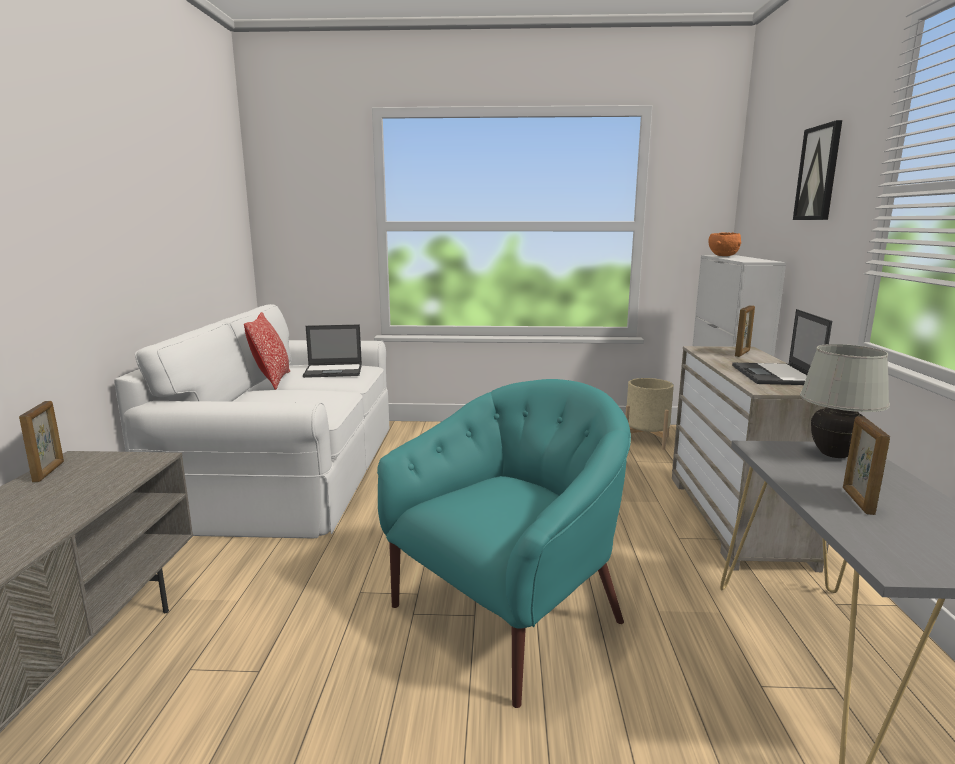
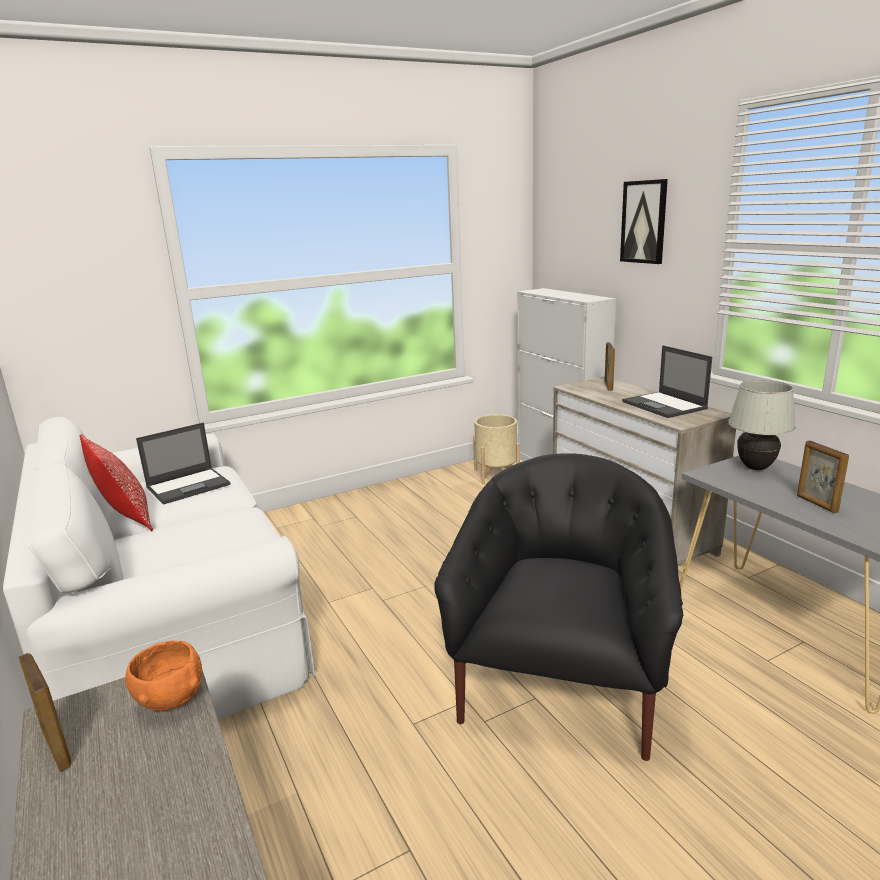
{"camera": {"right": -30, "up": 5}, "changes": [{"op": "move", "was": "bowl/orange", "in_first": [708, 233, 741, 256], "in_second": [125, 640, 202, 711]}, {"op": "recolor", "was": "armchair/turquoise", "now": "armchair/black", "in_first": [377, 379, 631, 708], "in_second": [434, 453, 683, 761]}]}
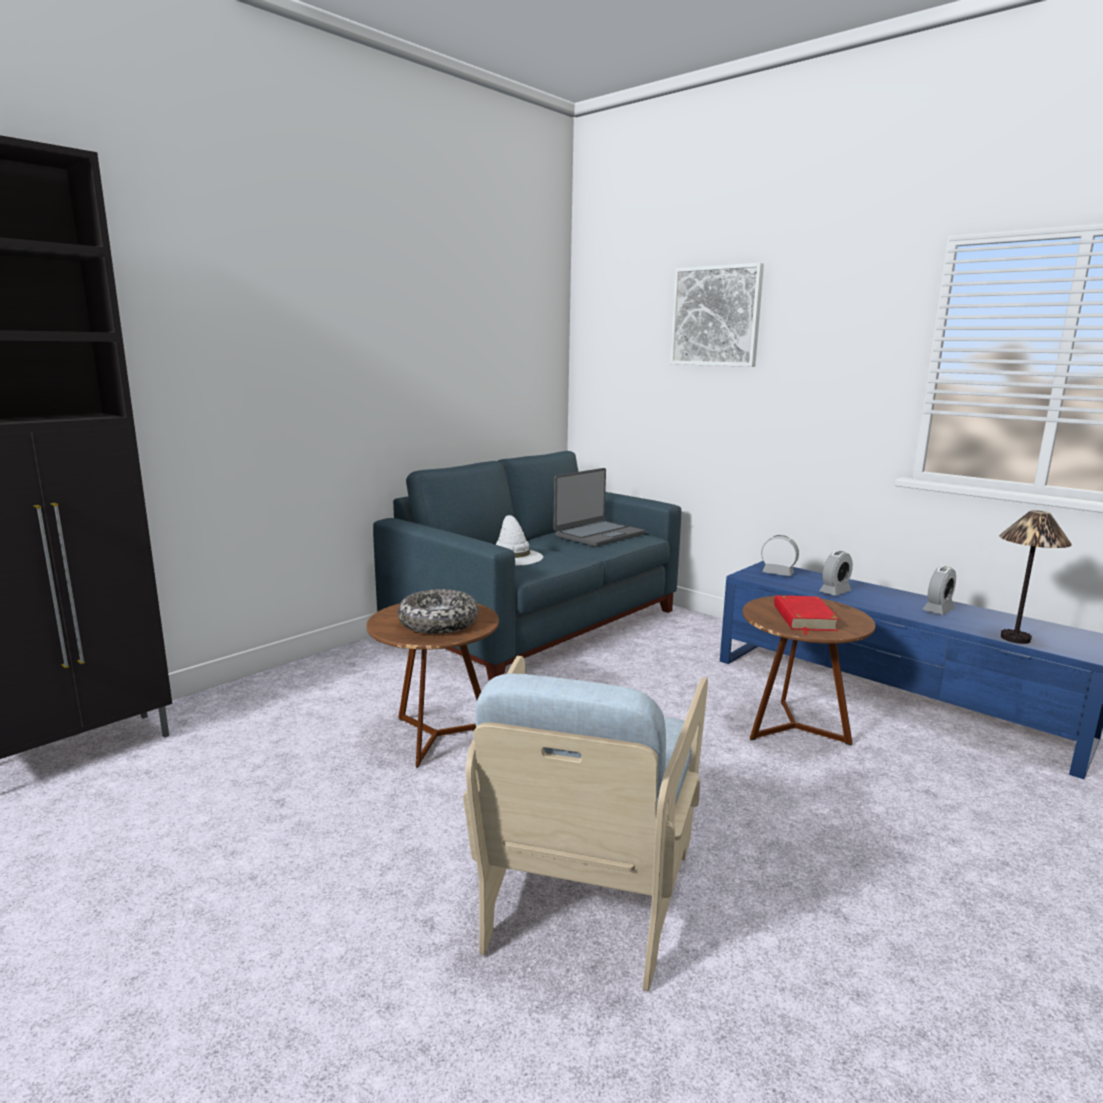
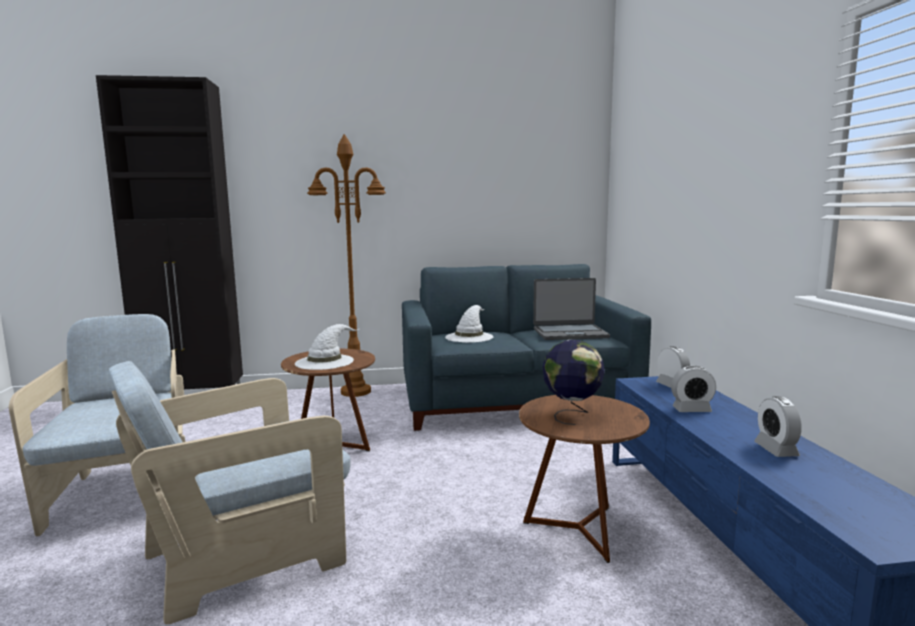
{"camera": {"right": 40, "up": -5}, "changes": [{"op": "delete", "was": "wall picture", "in_first": [670, 263, 764, 367]}, {"op": "delete", "was": "lamp for a table", "in_first": [999, 510, 1072, 644]}, {"op": "insert", "now": "armchair/beige", "in_second": [9, 314, 186, 536]}, {"op": "insert", "now": "standard lamp/brown-coloured", "in_second": [307, 134, 386, 397]}, {"op": "replace", "was": "bowl", "now": "hat/white-coloured", "in_first": [398, 589, 478, 634], "in_second": [295, 324, 359, 370]}, {"op": "replace", "was": "bound book/reddish", "now": "desk globe", "in_first": [774, 595, 839, 635], "in_second": [543, 340, 605, 425]}, {"op": "rotate", "was": "bedside clock", "in_first": [922, 566, 956, 615], "in_second": [754, 396, 802, 457], "clockwise": 90}]}
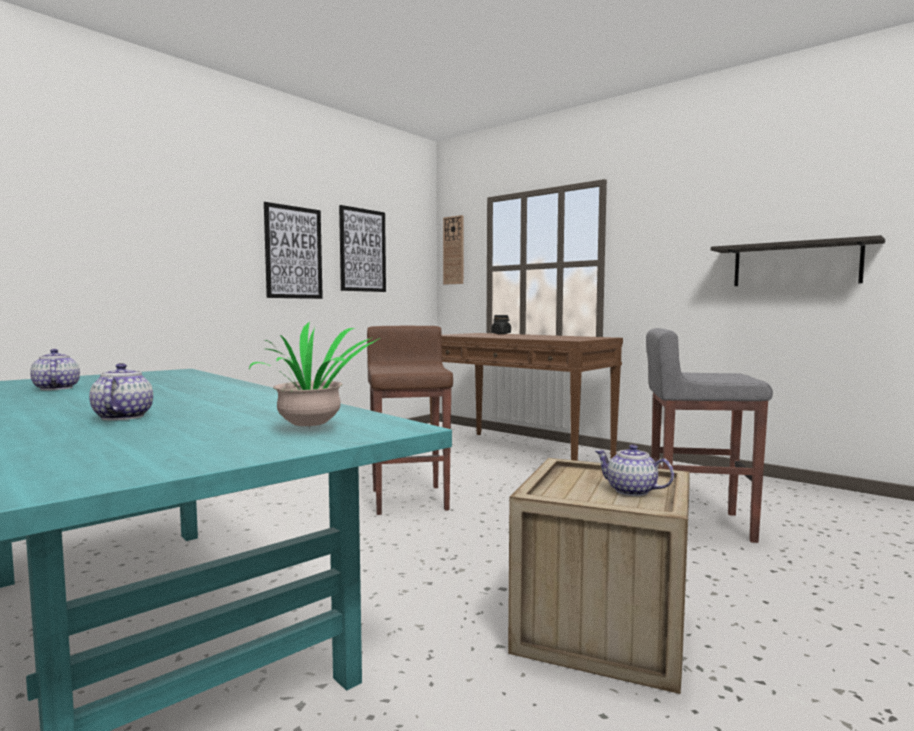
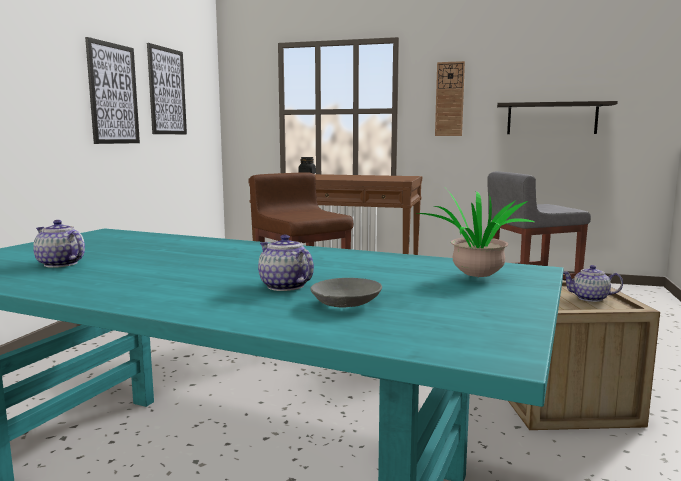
{"camera": {"right": -25, "up": 5}, "changes": [{"op": "insert", "now": "bowl/grey", "in_second": [310, 278, 382, 308]}, {"op": "move", "was": "clock on the wall", "in_first": [443, 215, 463, 285], "in_second": [435, 61, 465, 136]}]}
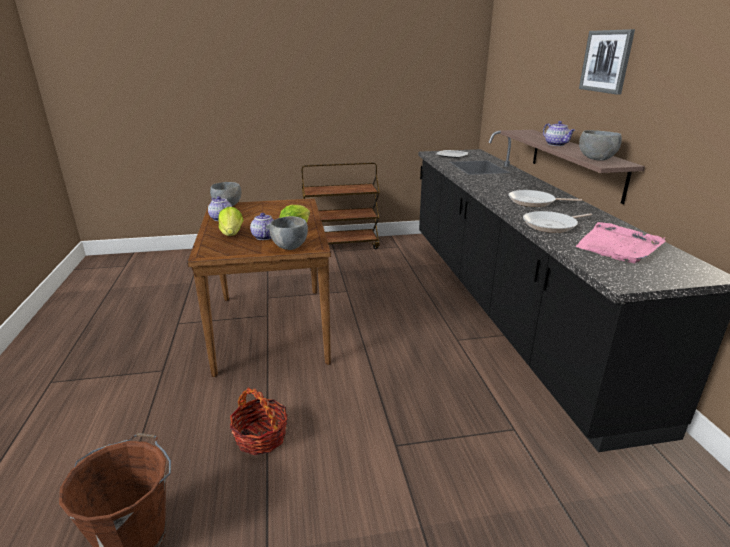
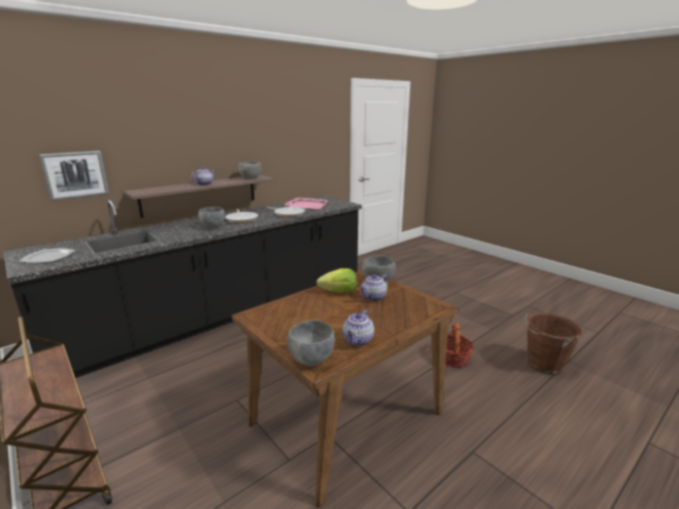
{"camera": {"right": -120, "up": -5}, "changes": [{"op": "delete", "was": "head of lettuce", "in_first": [218, 207, 243, 236]}, {"op": "insert", "now": "bowl/grey", "in_second": [198, 207, 225, 228]}, {"op": "move", "was": "wall picture", "in_first": [579, 29, 635, 95], "in_second": [39, 151, 109, 201]}]}
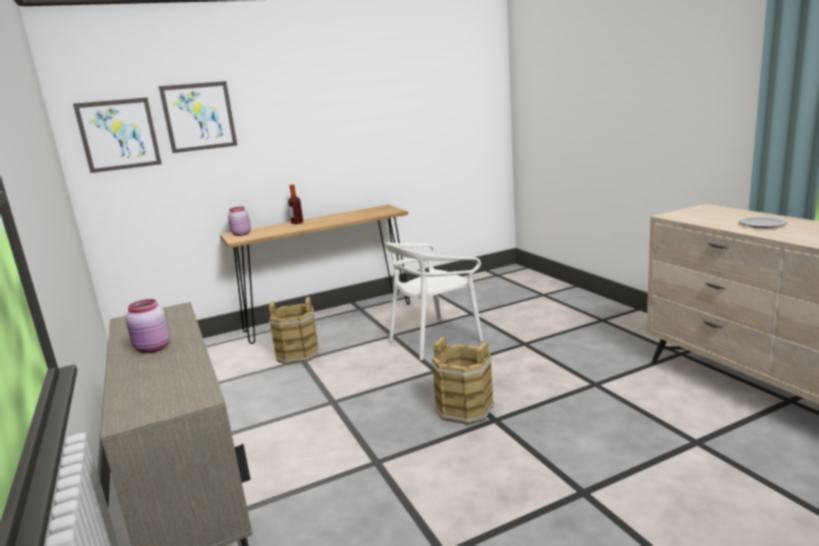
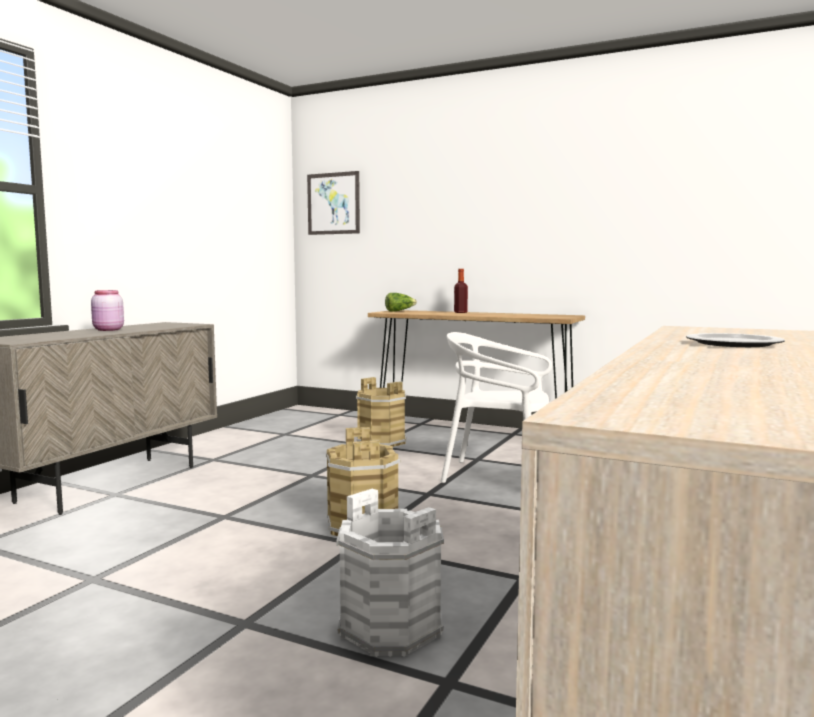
{"camera": {"right": 50, "up": -10}, "changes": [{"op": "delete", "was": "wall picture", "in_first": [159, 81, 237, 153]}, {"op": "insert", "now": "pail/white-coloured", "in_second": [336, 489, 444, 657]}, {"op": "replace", "was": "jar/pink", "now": "head of lettuce", "in_first": [228, 207, 251, 236], "in_second": [385, 293, 417, 312]}]}
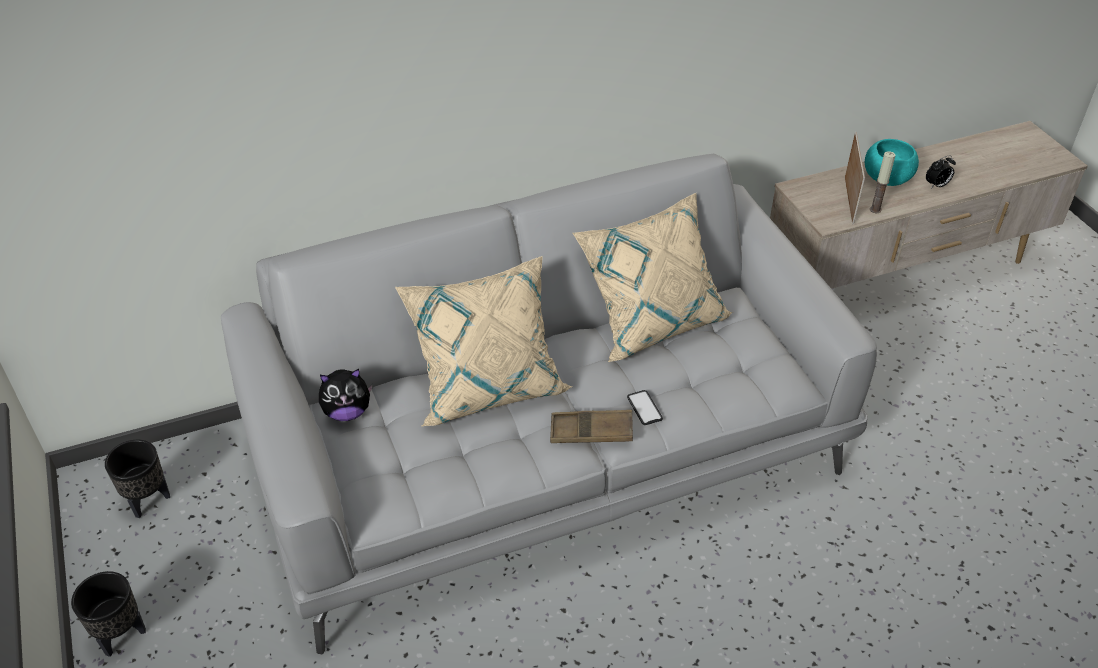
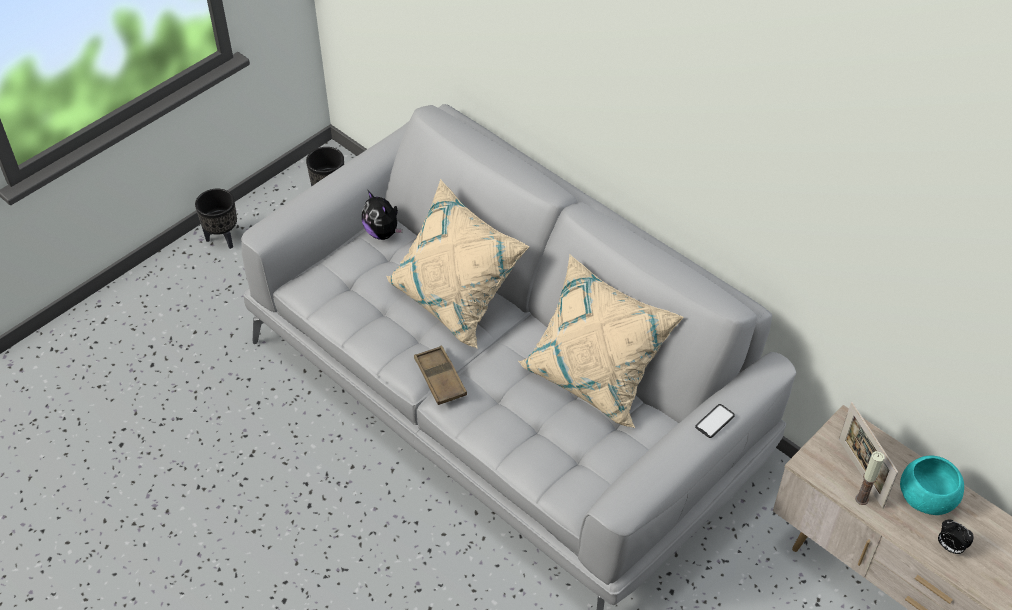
{"camera": {"right": 65, "up": 5}, "changes": [{"op": "move", "was": "phone", "in_first": [627, 390, 663, 425], "in_second": [695, 404, 735, 438]}, {"op": "rotate", "was": "photo frame", "in_first": [845, 132, 865, 224], "in_second": [839, 402, 898, 508], "clockwise": 90}]}
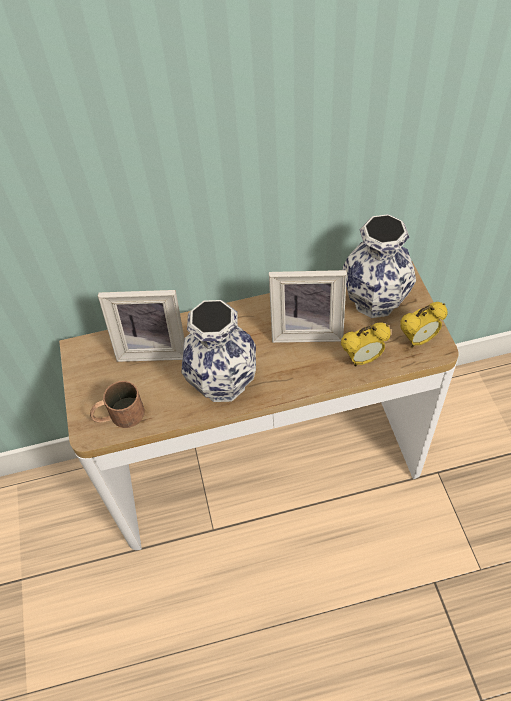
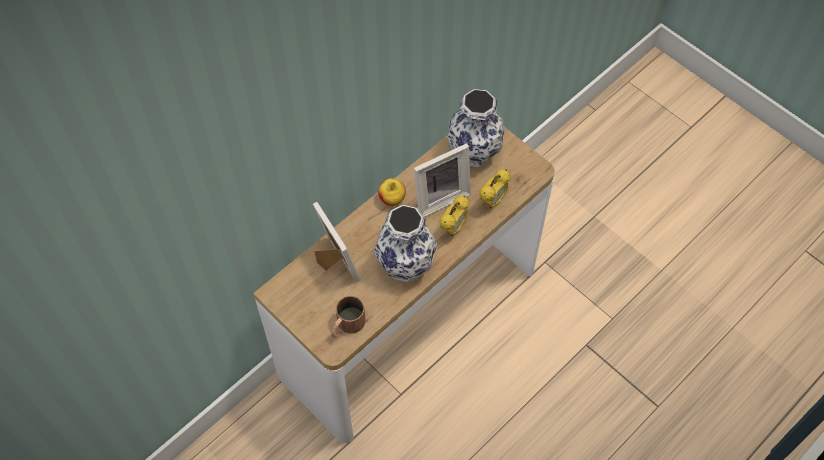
{"camera": {"right": -35, "up": 5}, "changes": [{"op": "insert", "now": "apple fruit", "in_second": [378, 178, 406, 206]}, {"op": "move", "was": "bedside clock", "in_first": [400, 302, 448, 347], "in_second": [439, 196, 470, 237]}, {"op": "rotate", "was": "photo frame", "in_first": [98, 290, 185, 362], "in_second": [313, 202, 361, 282], "clockwise": -90}]}
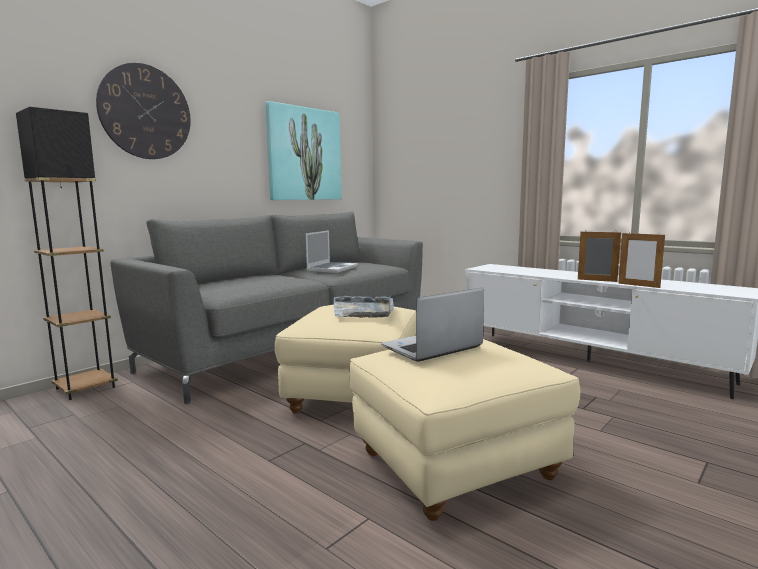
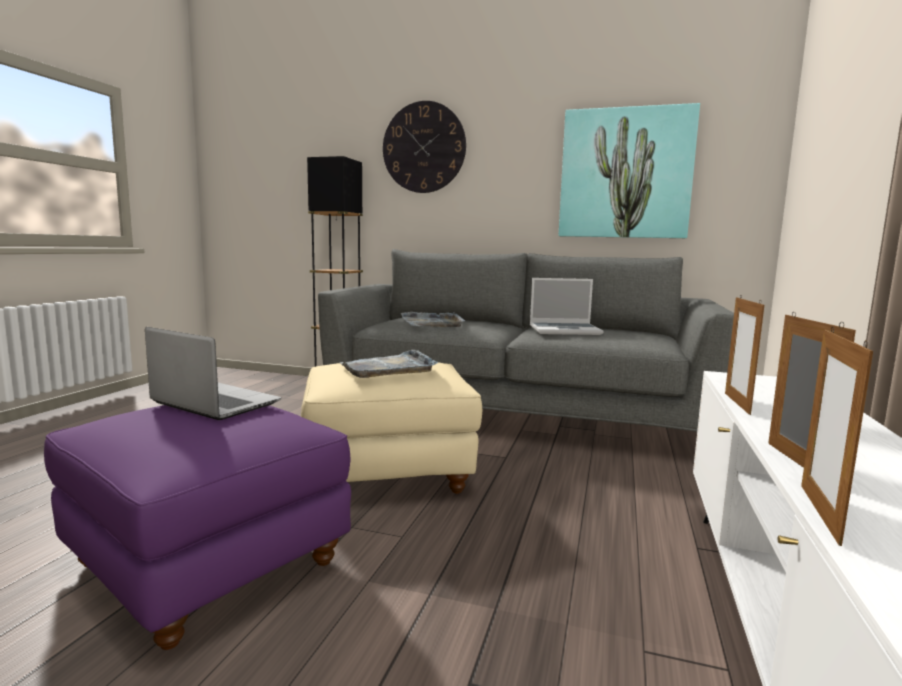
{"camera": {"right": 65, "up": 0}, "changes": [{"op": "insert", "now": "tray/grey", "in_second": [401, 312, 465, 327]}, {"op": "insert", "now": "photo frame", "in_second": [725, 296, 764, 415]}, {"op": "recolor", "was": "ottoman/beige", "now": "ottoman/purplish", "in_first": [349, 339, 580, 521], "in_second": [44, 405, 351, 650]}]}
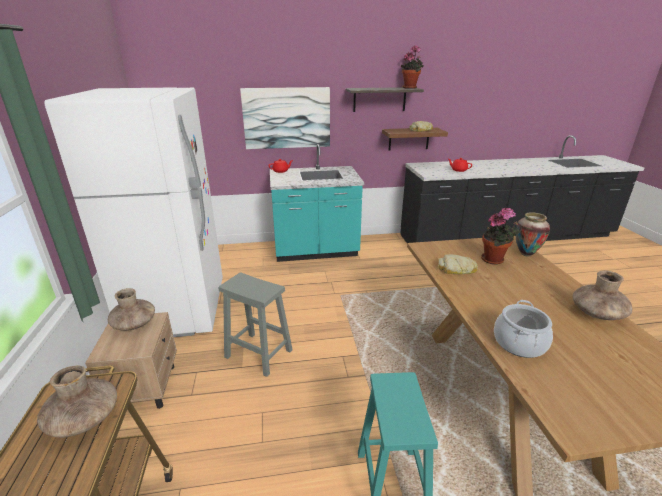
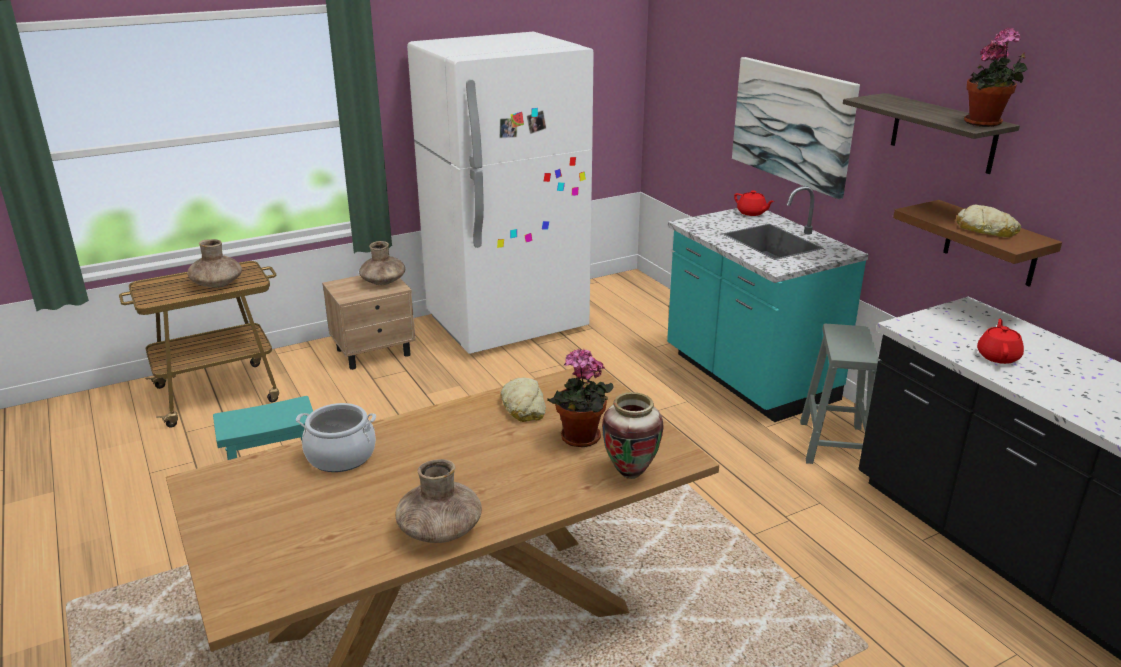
{"camera": {"right": 70, "up": 0}, "changes": [{"op": "move", "was": "sitting stool/grey", "in_first": [218, 273, 293, 377], "in_second": [800, 324, 880, 464]}]}
